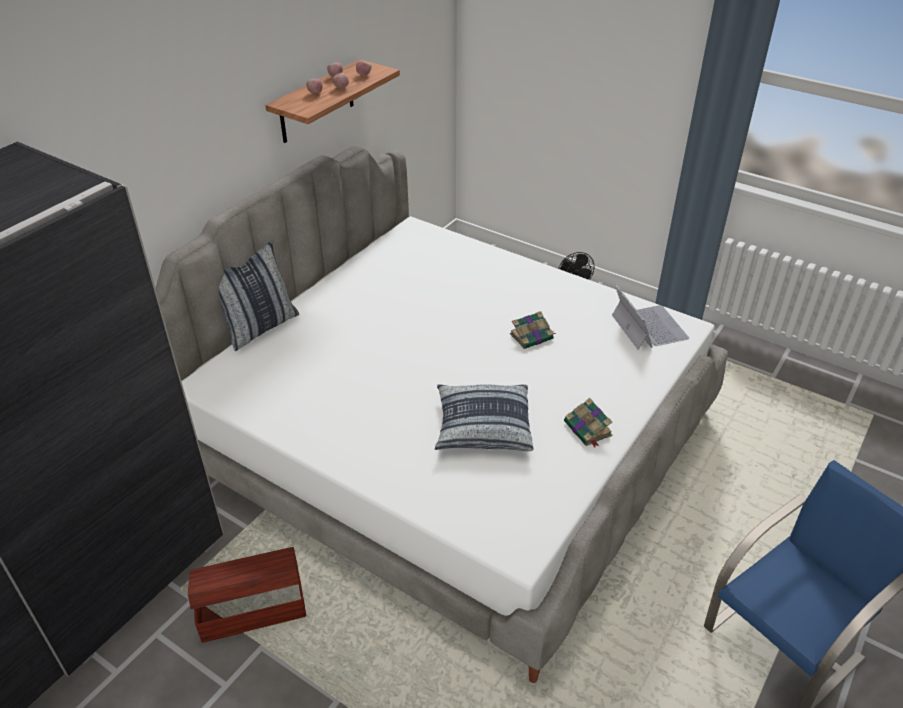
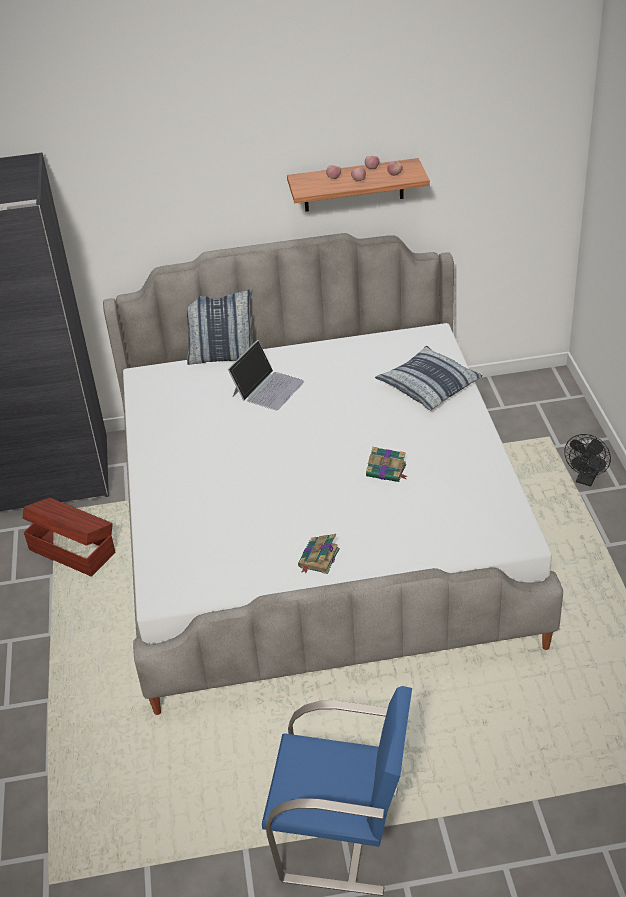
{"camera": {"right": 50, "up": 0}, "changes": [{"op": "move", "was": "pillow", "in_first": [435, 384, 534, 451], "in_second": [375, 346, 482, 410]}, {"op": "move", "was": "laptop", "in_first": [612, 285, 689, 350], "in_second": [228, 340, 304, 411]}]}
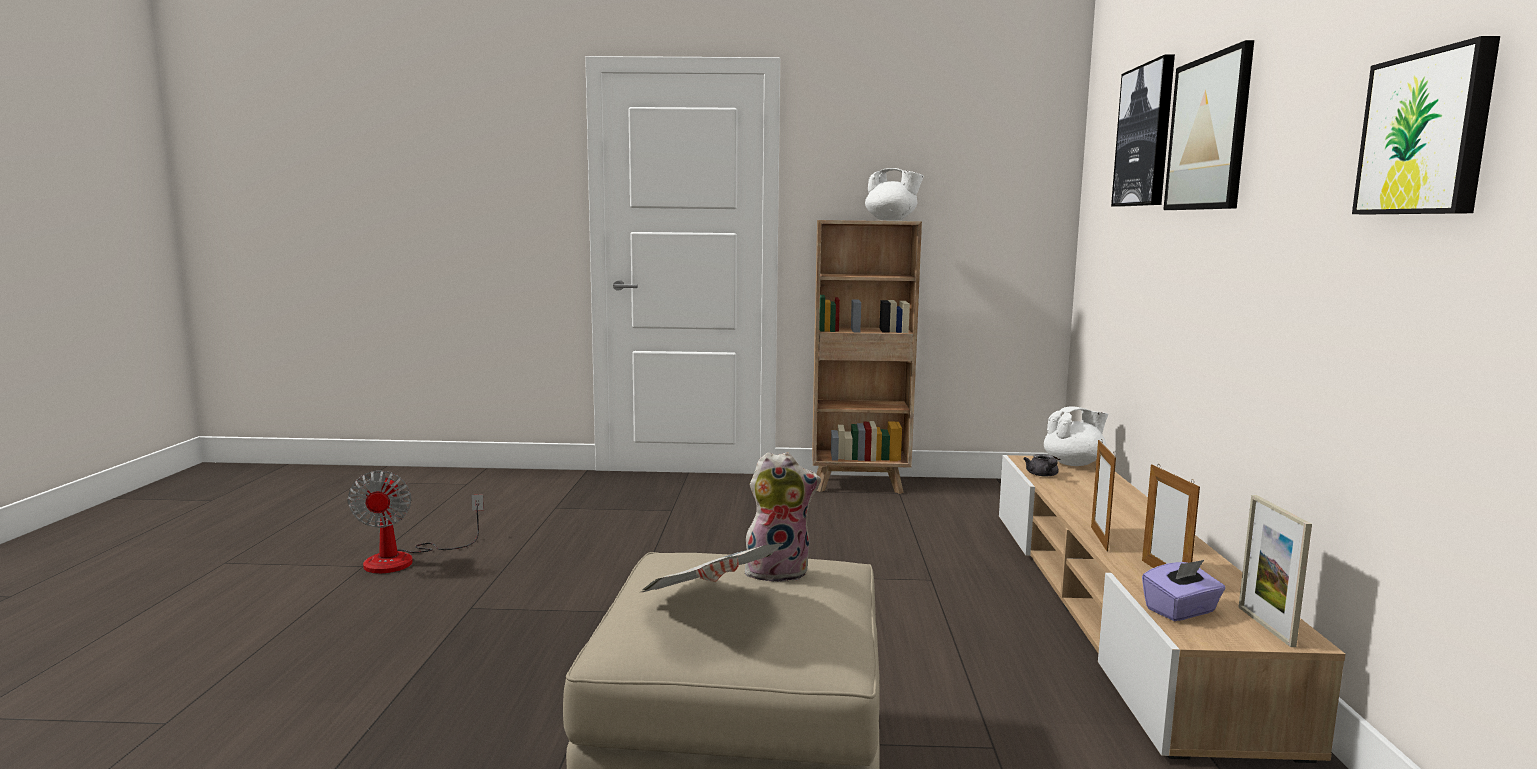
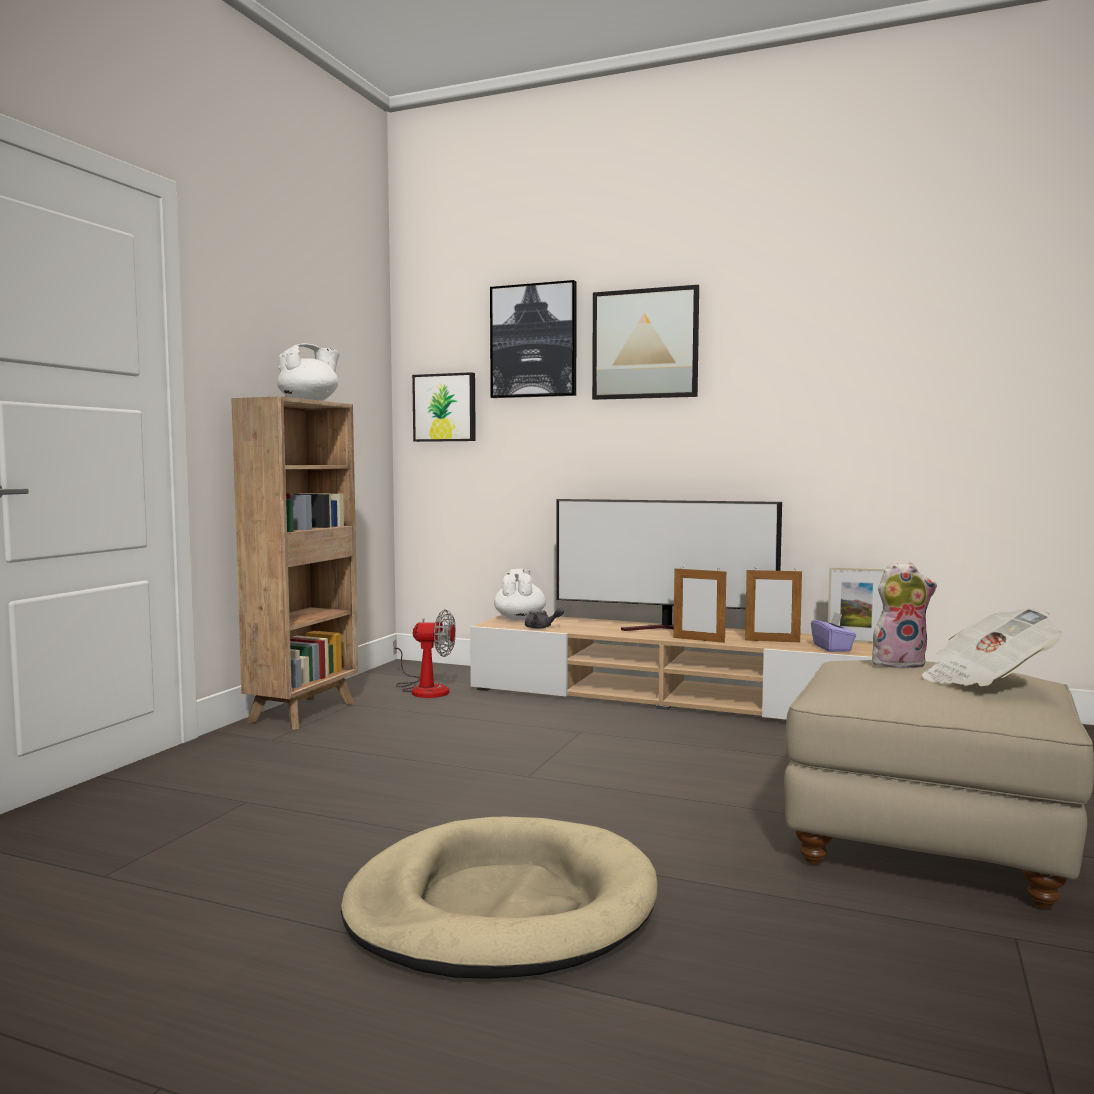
{"camera": {"right": -70, "up": -5}, "changes": [{"op": "insert", "now": "dog bed/beige", "in_second": [341, 817, 658, 979]}, {"op": "insert", "now": "TV", "in_second": [556, 499, 782, 631]}, {"op": "move", "was": "cooling fan", "in_first": [347, 470, 484, 573], "in_second": [393, 609, 456, 698]}, {"op": "move", "was": "wall picture", "in_first": [1352, 36, 1500, 214], "in_second": [412, 372, 476, 442]}, {"op": "rotate", "was": "plush toy", "in_first": [744, 452, 821, 582], "in_second": [872, 561, 937, 669], "clockwise": 75}]}
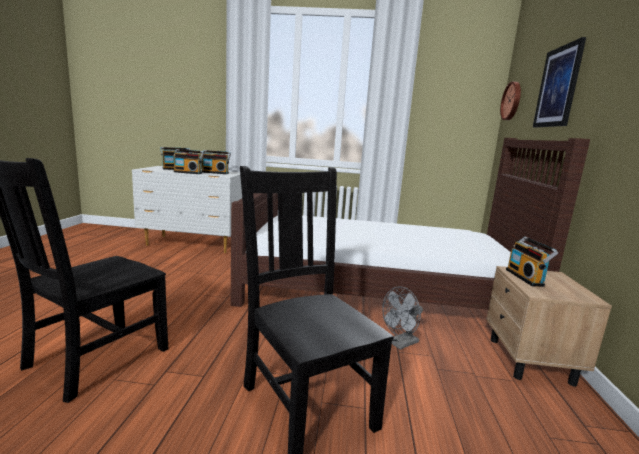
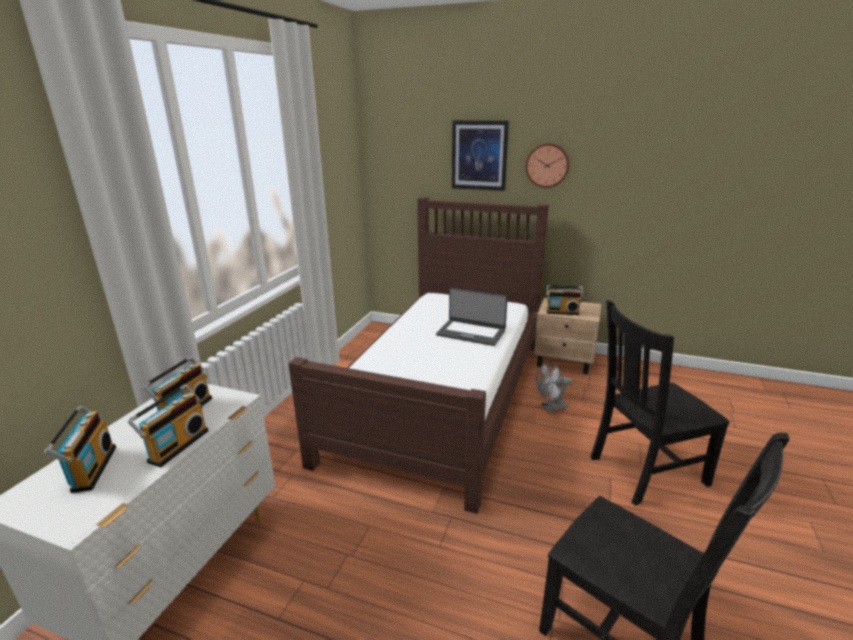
{"camera": {"right": -75, "up": 10}, "changes": [{"op": "insert", "now": "laptop", "in_second": [436, 288, 508, 346]}, {"op": "move", "was": "clock on the wall", "in_first": [500, 82, 521, 120], "in_second": [526, 143, 569, 188]}, {"op": "rotate", "was": "cooling fan/grey", "in_first": [382, 286, 423, 350], "in_second": [536, 361, 572, 413], "clockwise": 90}]}
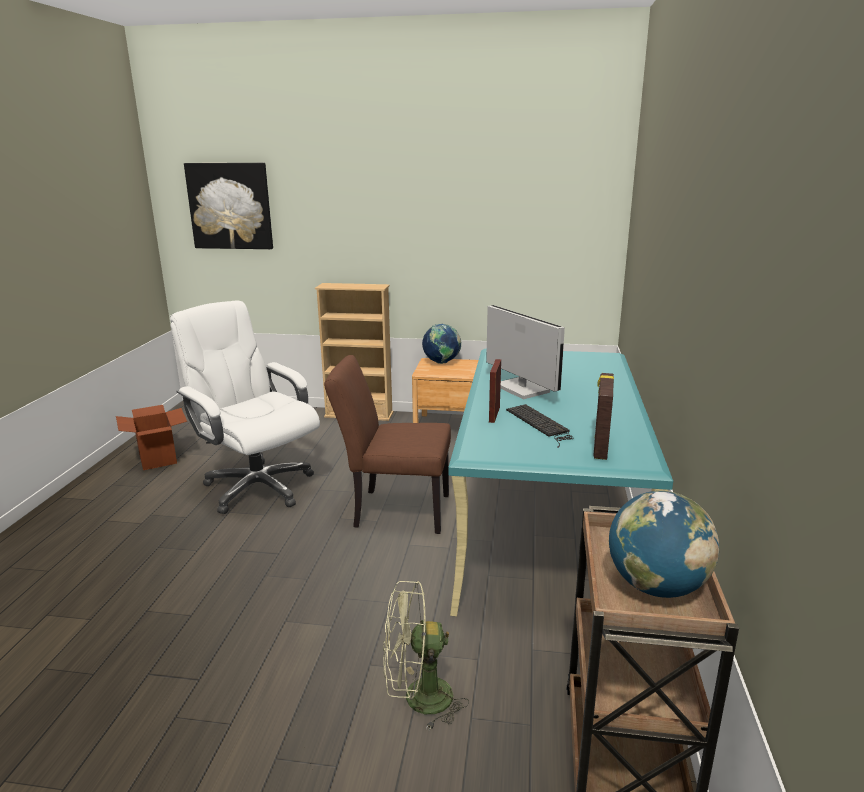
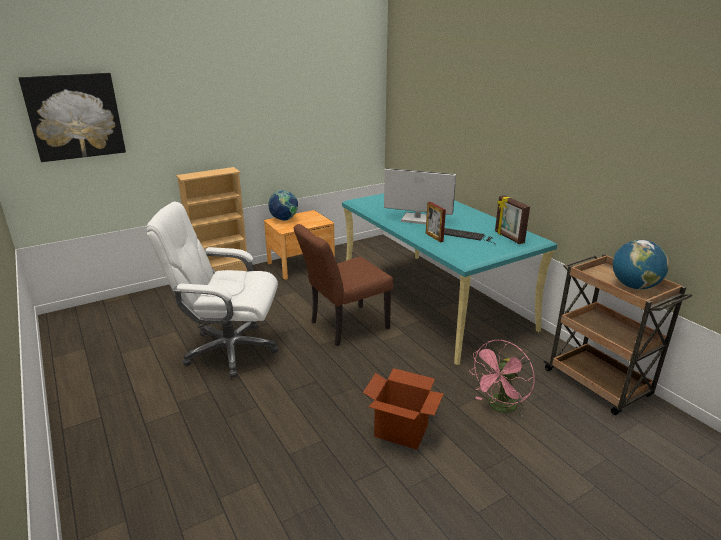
{"camera": {"right": -40, "up": 5}, "changes": [{"op": "move", "was": "carton", "in_first": [116, 405, 187, 470], "in_second": [363, 368, 444, 450]}, {"op": "recolor", "was": "cooling fan/green-coloured", "now": "cooling fan/pink", "in_first": [383, 581, 469, 730], "in_second": [469, 340, 535, 417]}]}
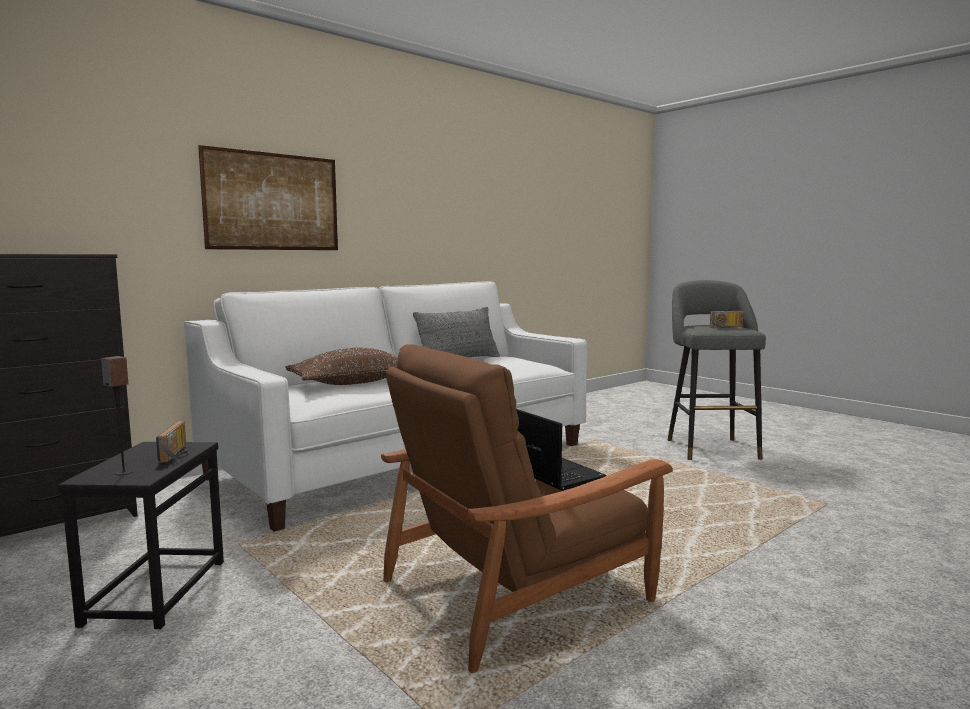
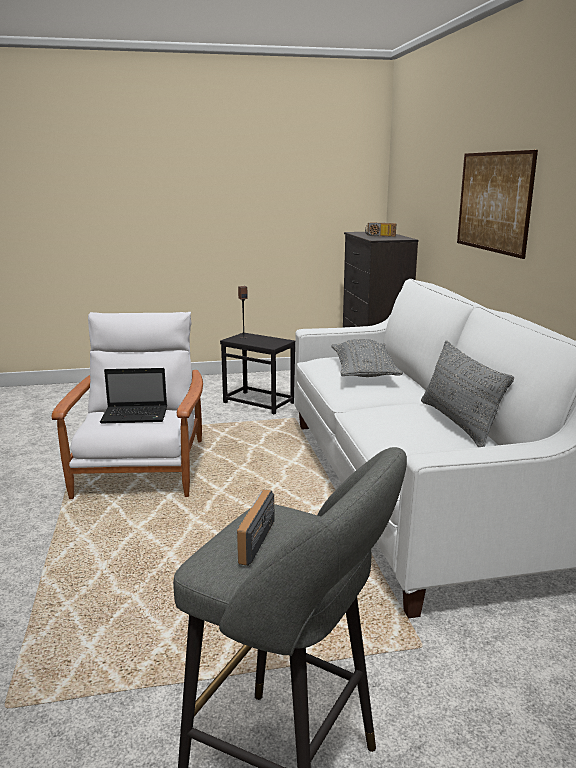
{"camera": {"right": 120, "up": 10}, "changes": [{"op": "move", "was": "radio receiver", "in_first": [156, 421, 189, 463], "in_second": [365, 222, 396, 237]}, {"op": "recolor", "was": "pillow/brown-coloured", "now": "pillow/grey", "in_first": [285, 348, 398, 385], "in_second": [331, 339, 403, 377]}, {"op": "recolor", "was": "armchair/brown-coloured", "now": "armchair/white-coloured", "in_first": [381, 344, 673, 673], "in_second": [52, 312, 203, 499]}]}
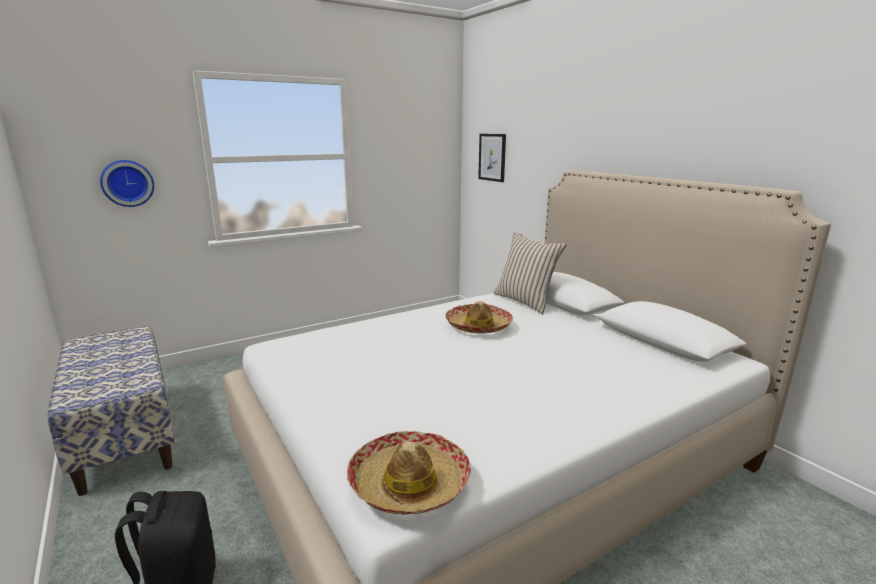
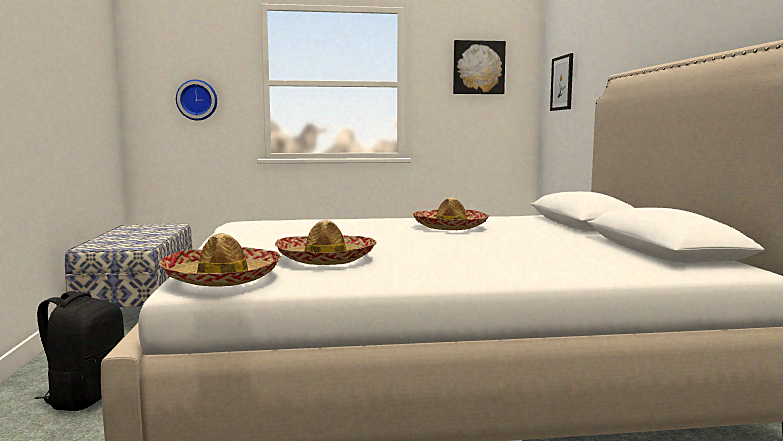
{"camera": {"right": 25, "up": -10}, "changes": [{"op": "delete", "was": "pillow/beige", "in_first": [494, 232, 566, 314]}, {"op": "insert", "now": "hat", "in_second": [275, 220, 376, 265]}, {"op": "insert", "now": "wall picture", "in_second": [453, 40, 506, 94]}]}
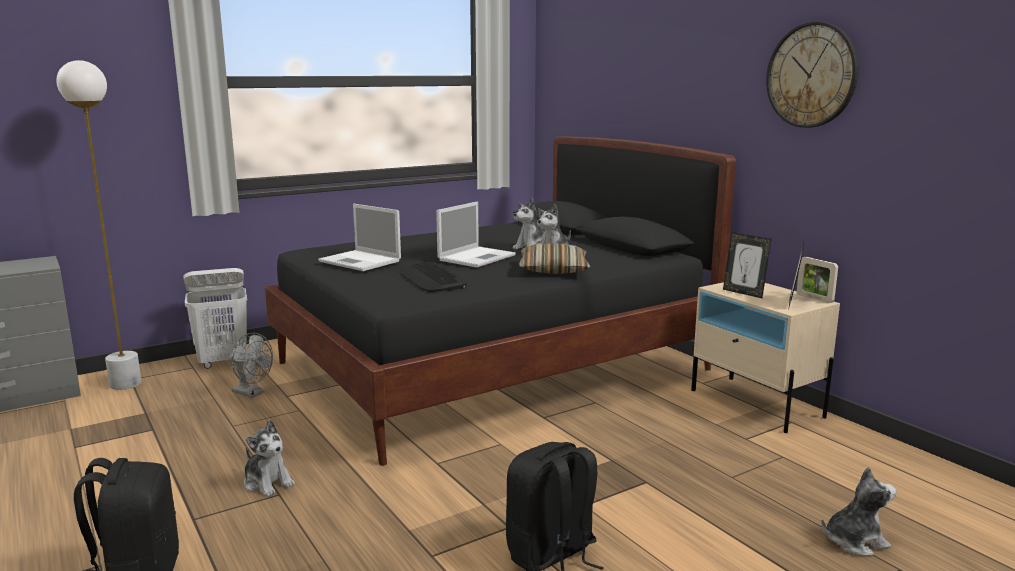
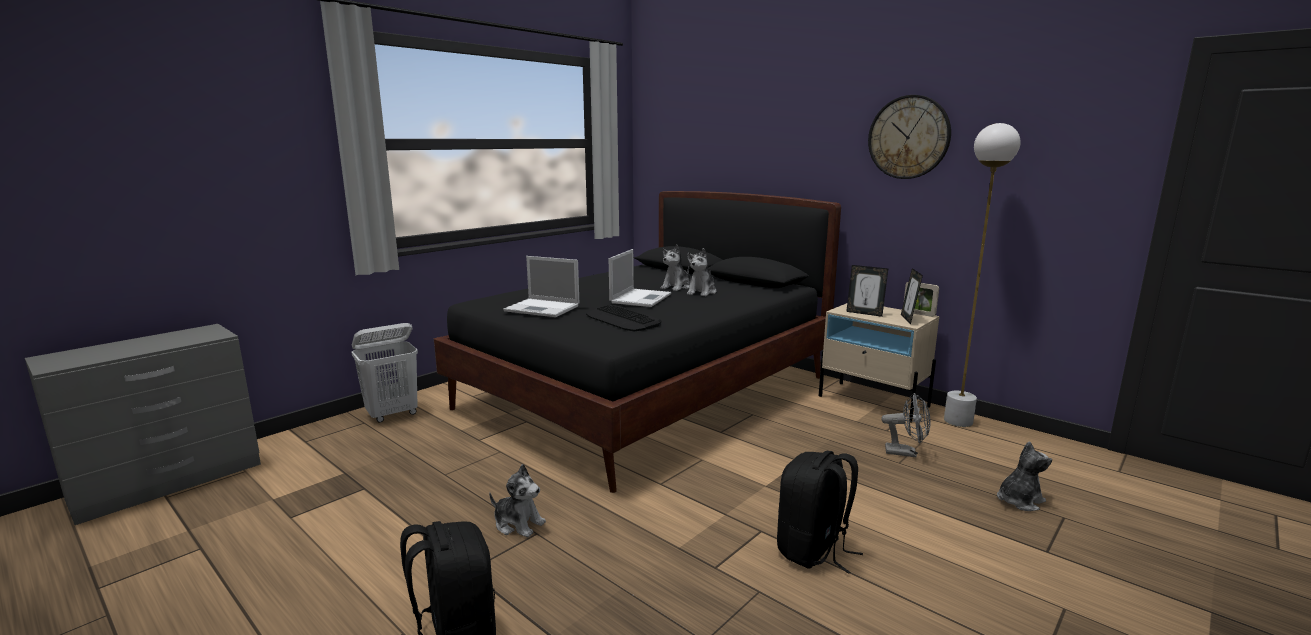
{"camera": {"right": -15, "up": 0}, "changes": [{"op": "delete", "was": "pillow", "in_first": [519, 243, 590, 274]}, {"op": "move", "was": "standard lamp/white-coloured", "in_first": [56, 60, 142, 390], "in_second": [944, 123, 1021, 427]}, {"op": "move", "was": "cooling fan/grey", "in_first": [229, 333, 273, 398], "in_second": [881, 393, 931, 457]}]}
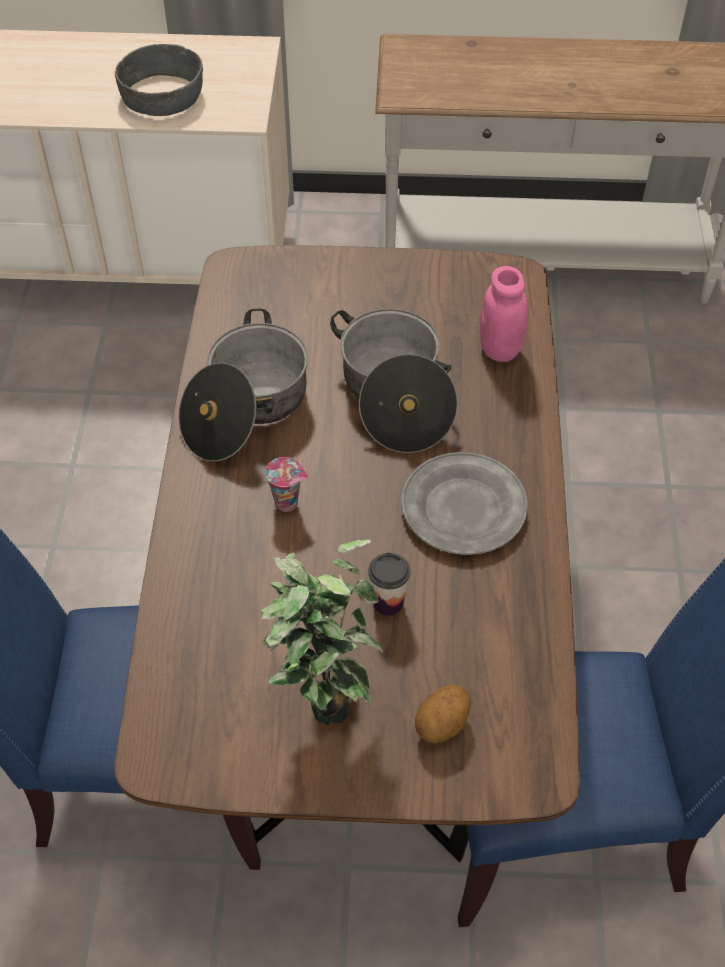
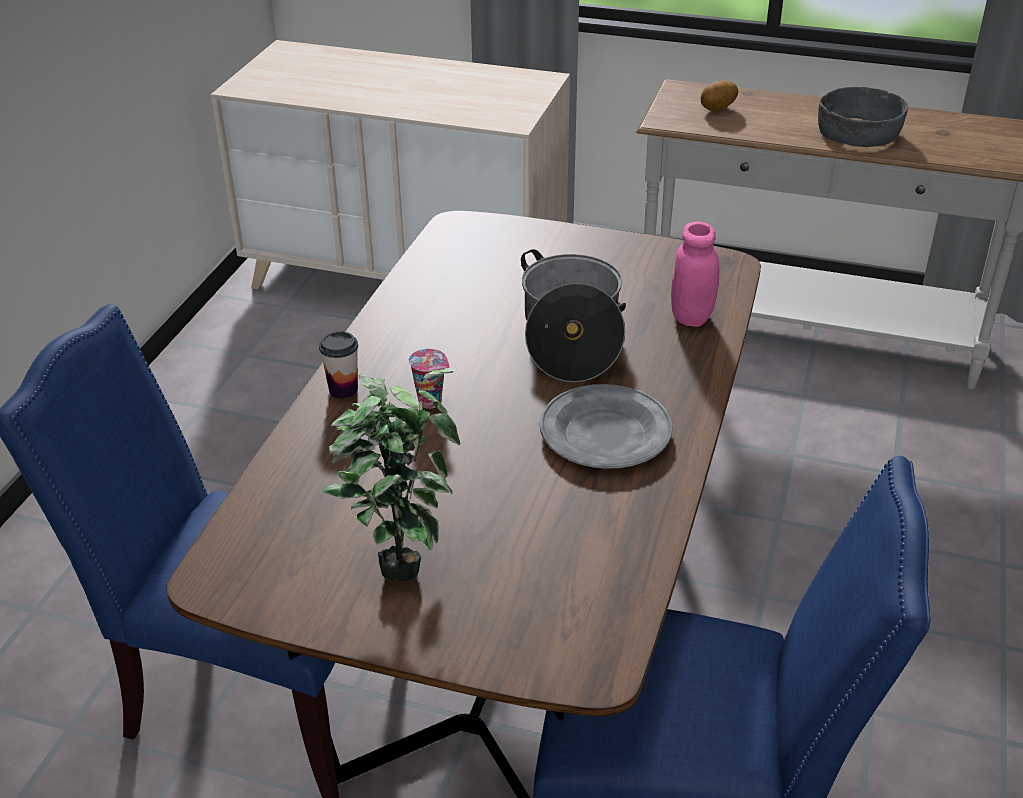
{"camera": {"right": 15, "up": -15}, "changes": [{"op": "delete", "was": "saucepot", "in_first": [178, 308, 308, 461]}, {"op": "move", "was": "bowl/grey", "in_first": [115, 44, 203, 116], "in_second": [818, 87, 908, 147]}, {"op": "move", "was": "small cup", "in_first": [368, 553, 410, 616], "in_second": [319, 331, 358, 399]}, {"op": "move", "was": "spud", "in_first": [415, 685, 471, 744], "in_second": [701, 81, 738, 111]}]}
